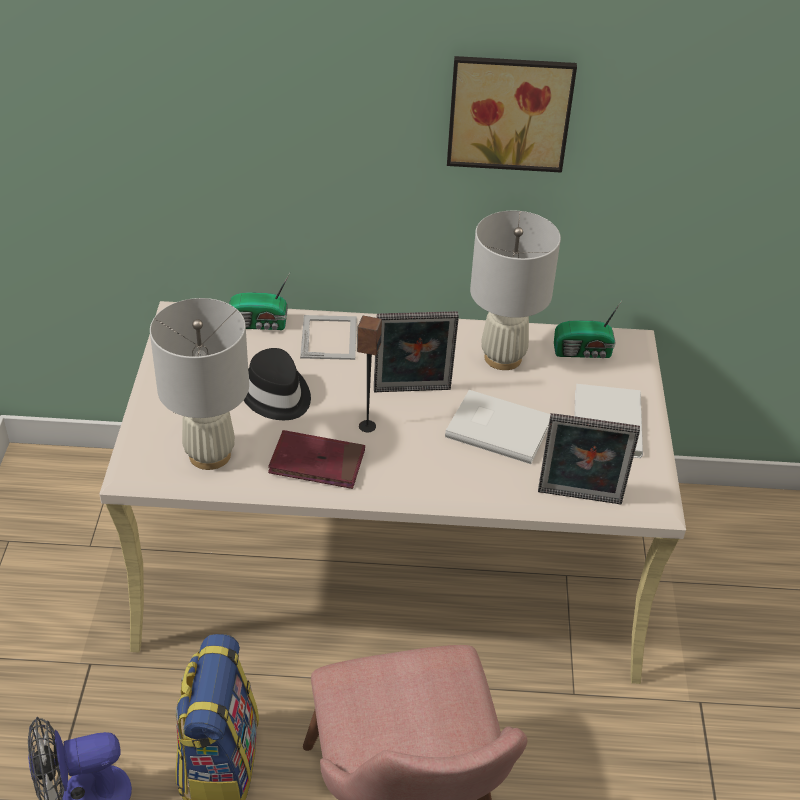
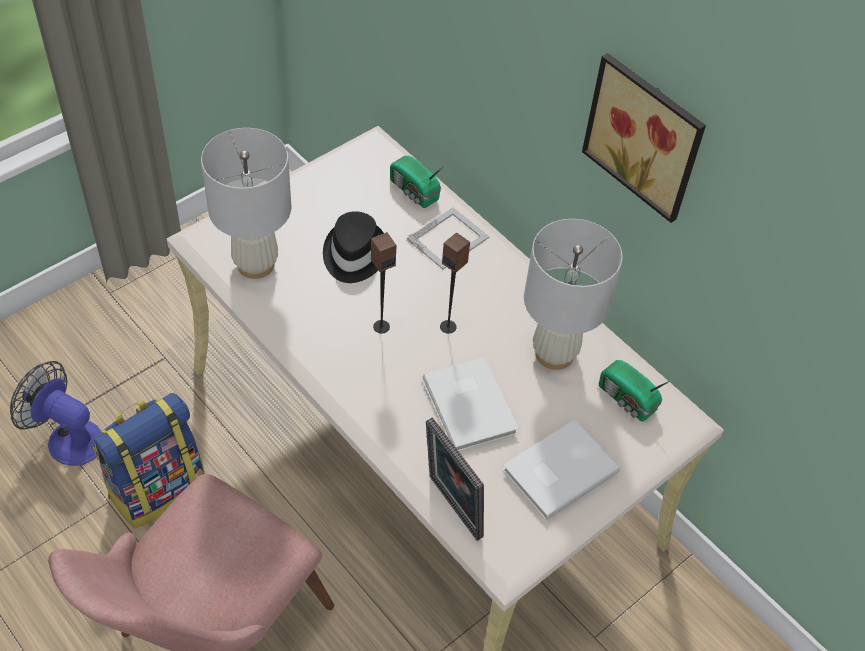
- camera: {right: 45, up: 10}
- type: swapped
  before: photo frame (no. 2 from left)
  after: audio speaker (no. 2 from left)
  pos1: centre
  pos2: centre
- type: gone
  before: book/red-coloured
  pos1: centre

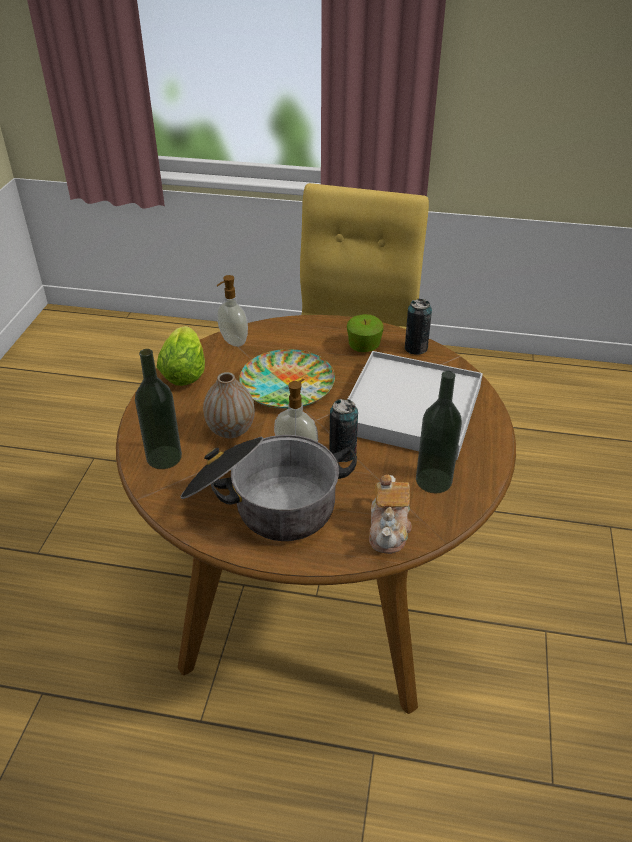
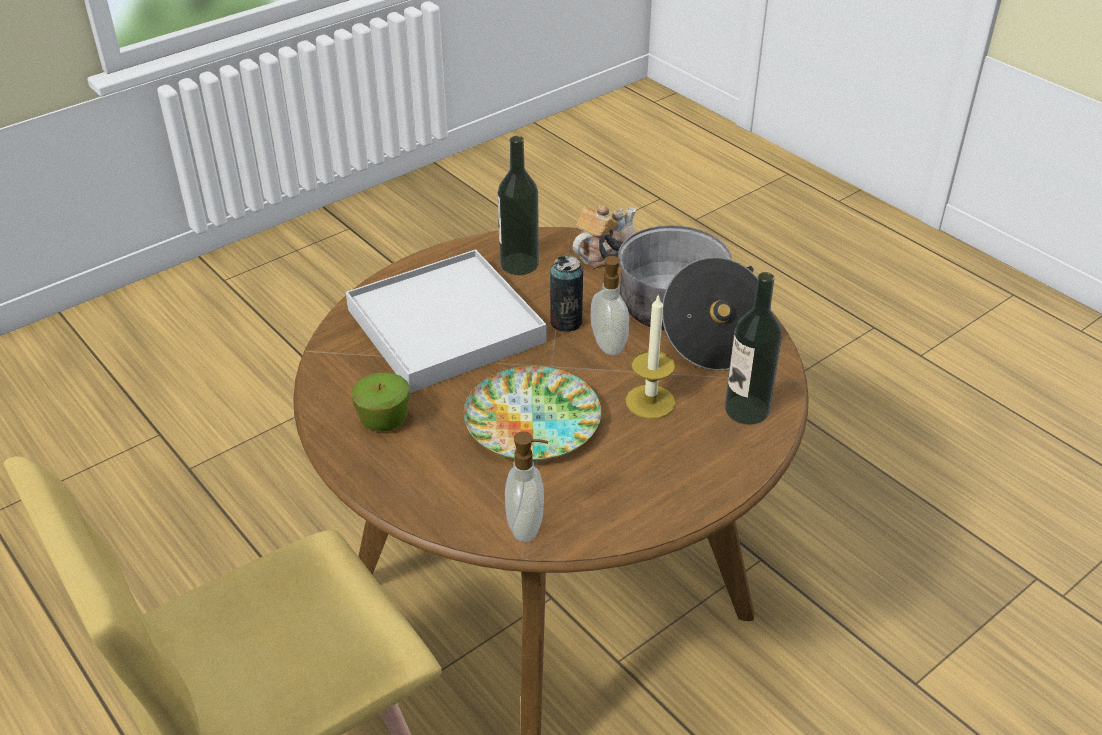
- camera: {right: -140, up: 0}
- type: gone
  before: sealed can (no. 2 from left)
  pos1: centre
- type: gone
  before: head of lettuce
  pos1: middle left
- type: swapped
  before: vase
  after: wax light
  pos1: centre
  pos2: centre

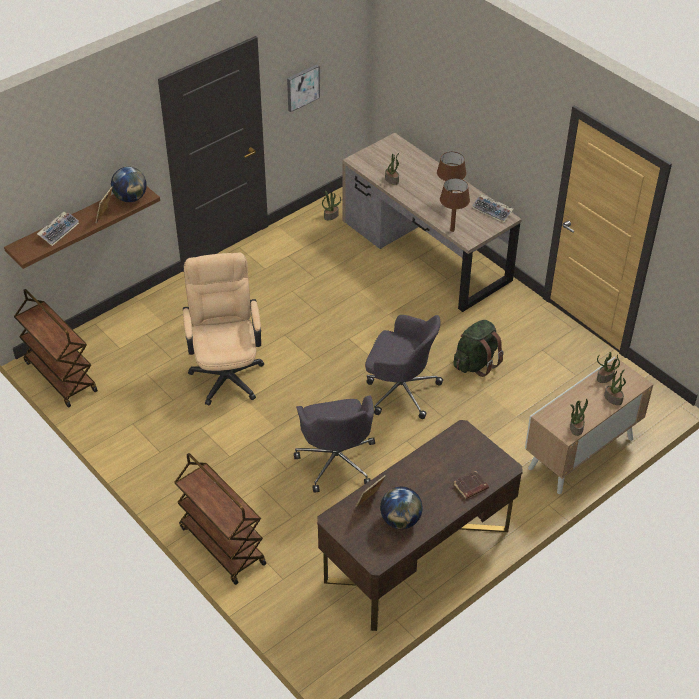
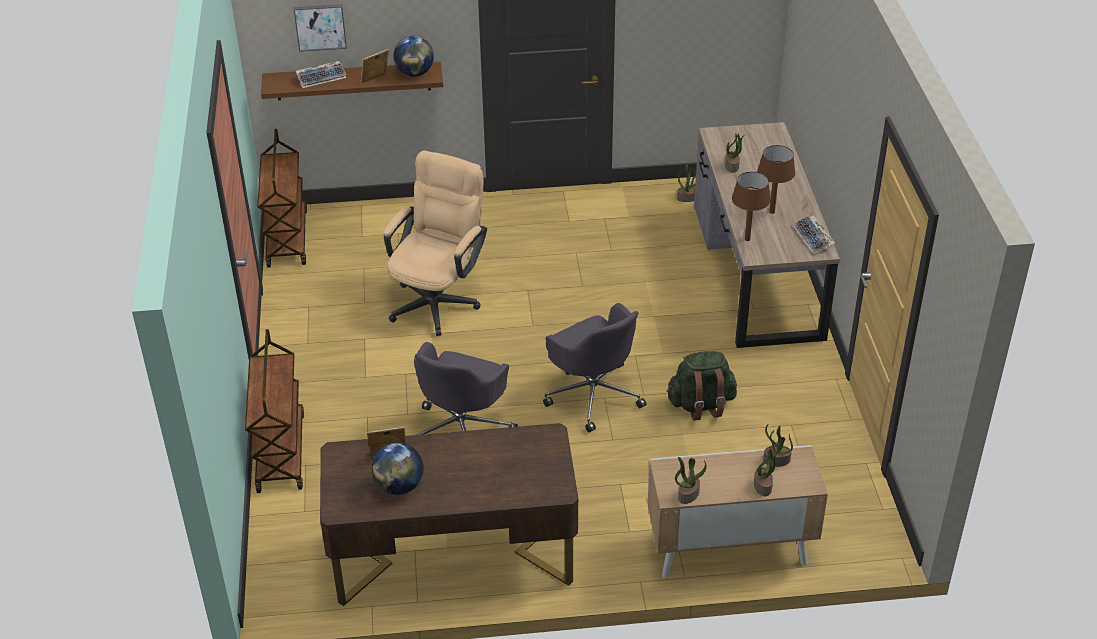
- camera: {right: 35, up: -5}
- type: shifted
  before: wall art
  pos1: top centre
  pos2: top left
- type: gone
  before: book/brown-coloured
  pos1: bottom right

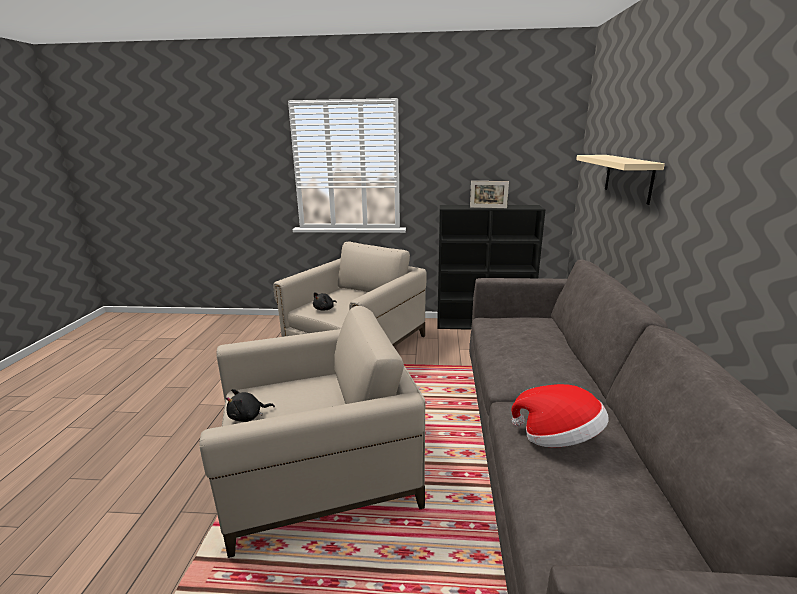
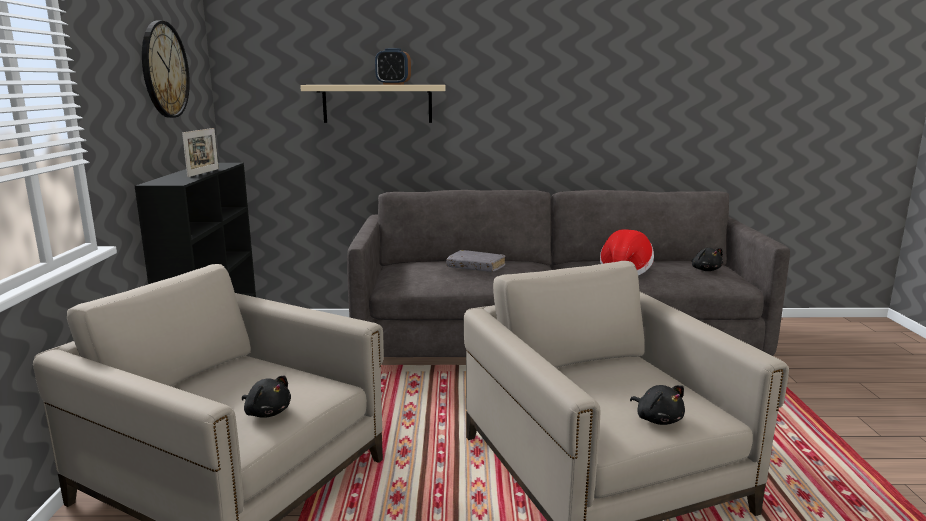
- camera: {right: -95, up: -5}
- type: new
  after: wall clock
  pos2: top left
- type: new
  after: bedside clock
  pos2: top centre
- type: new
  after: soft toy/blackish (no. 3 from left)
  pos2: middle right
- type: new
  after: book/greyish
  pos2: centre

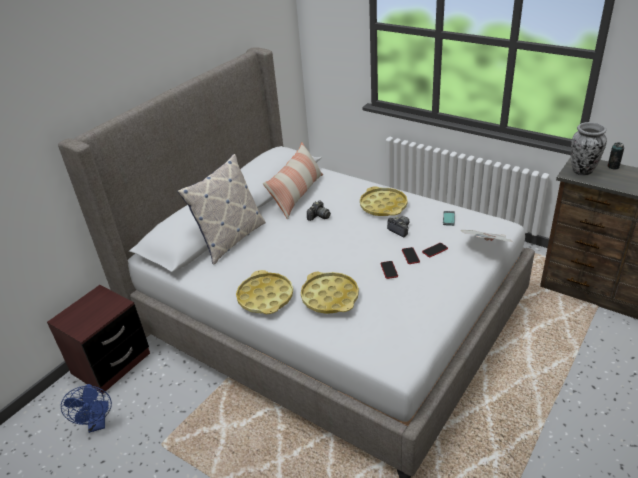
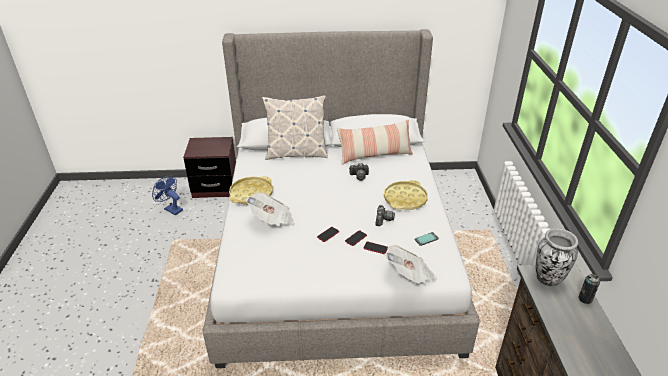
- camera: {right: 50, up: 0}
- type: swapped
  before: tray/yellowish (no. 2 from left)
  after: newspaper (no. 1 from left)
  pos1: centre
  pos2: centre
- type: rotated
  before: cooling fan/bluish
  pos1: bottom left
  pos2: middle left
  turn: 90

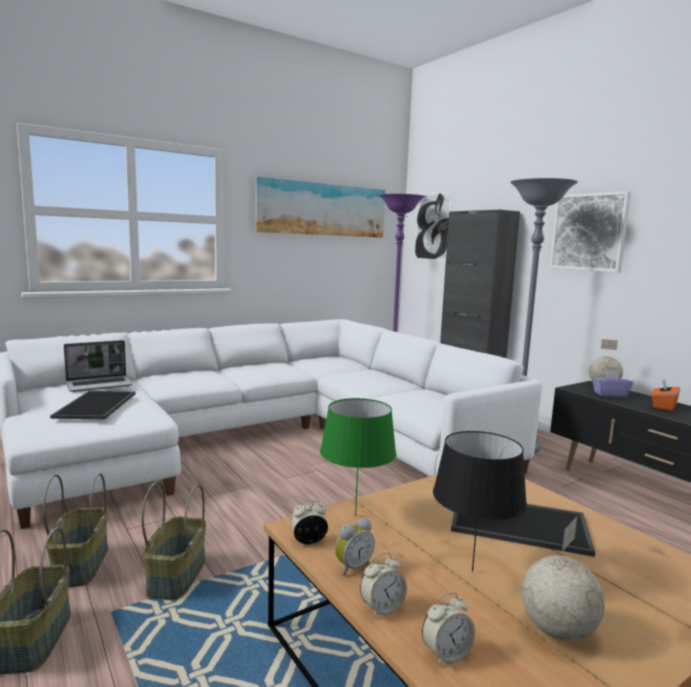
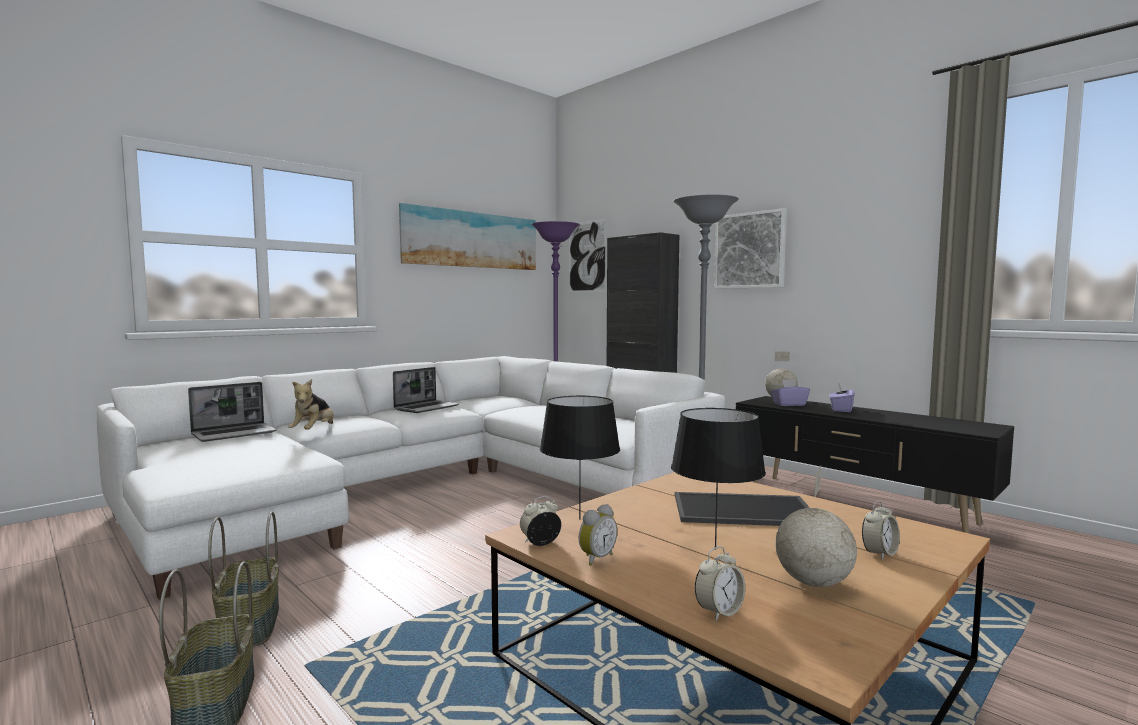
- camera: {right: -10, up: -5}
- type: repainted
  before: tissue holder/orange
  after: tissue holder/purple (no. 2 from left)
  pos1: middle right
  pos2: middle right
- type: gone
  before: tray (no. 1 from left)
  pos1: middle left
- type: repainted
  before: tabletop lamp/green
  after: tabletop lamp/blackish (no. 1 from left)
  pos1: centre
  pos2: centre
- type: gone
  before: storage basket (no. 3 from left)
  pos1: bottom left
- type: shifted
  before: bedside clock (no. 3 from left in the first image)
  after: bedside clock (no. 4 from left)
  pos1: bottom centre
  pos2: bottom right
- type: new
  after: portable computer (no. 2 from left)
  pos2: centre
- type: new
  after: soft toy
  pos2: middle left

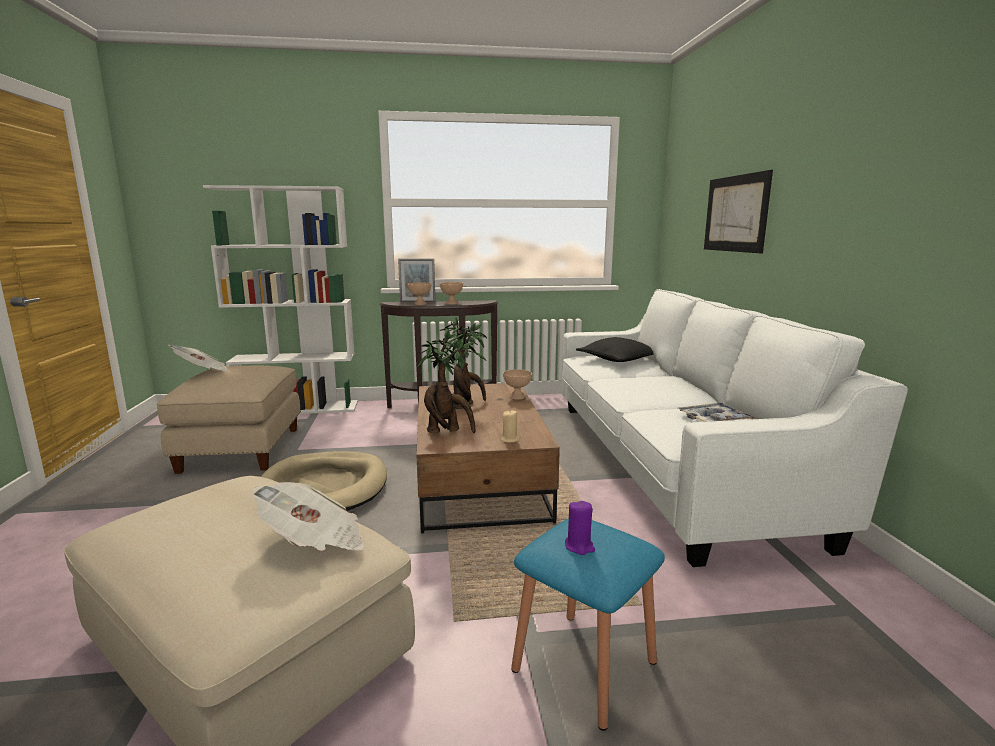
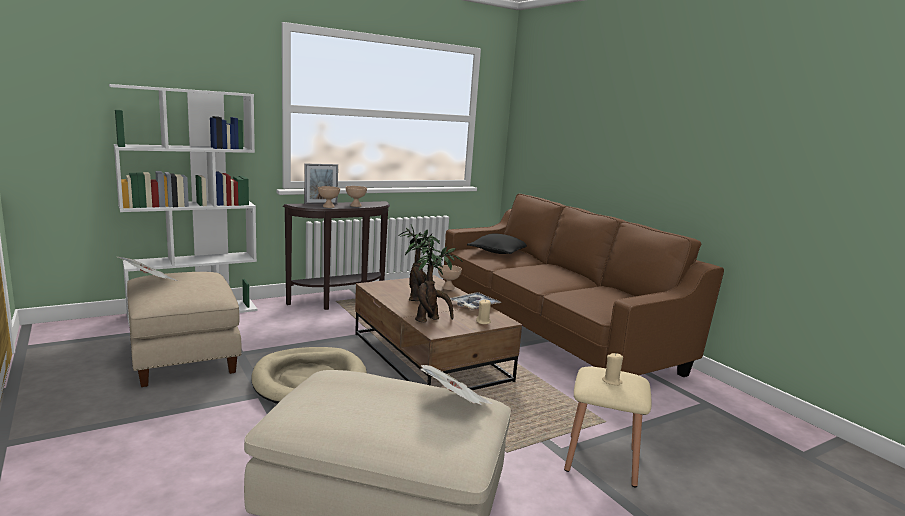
- camera: {right: -25, up: 0}
- type: gone
  before: wall art
  pos1: top right
- type: repainted
  before: settee/whitish
  after: settee/brown-coloured
  pos1: middle right
  pos2: centre
- type: shifted
  before: tray
  pos1: middle right
  pos2: centre
- type: repainted
  before: wax light/purple
  after: wax light/beige-coloured (no. 2 from left)
  pos1: bottom centre
  pos2: bottom right
- type: repainted
  before: sitting stool/bluish
  after: sitting stool/beige-coloured
  pos1: bottom centre
  pos2: bottom right

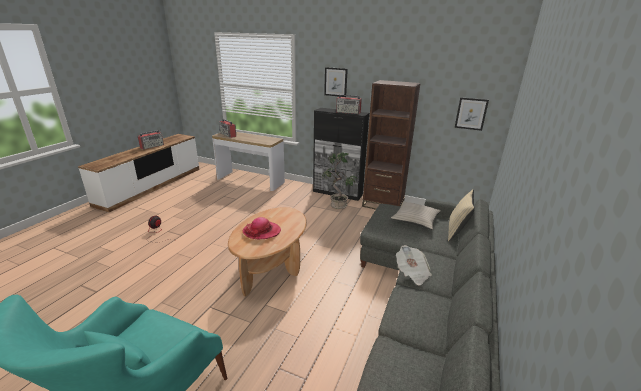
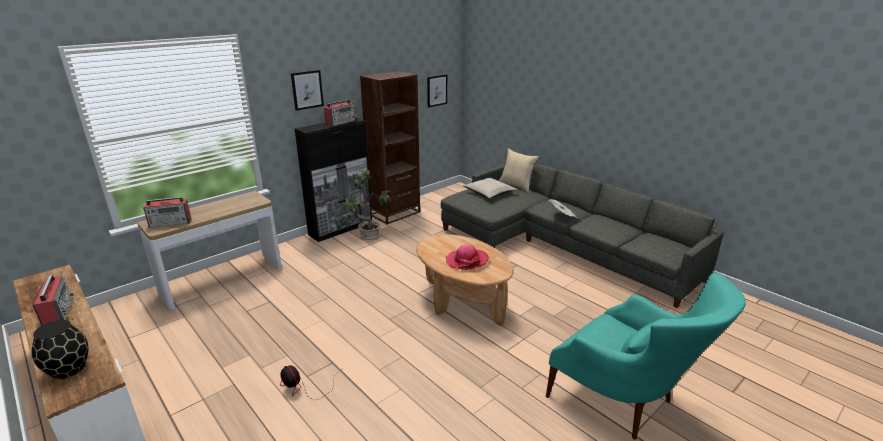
- camera: {right: -65, up: 0}
- type: new
  after: vase/blackish
  pos2: bottom left

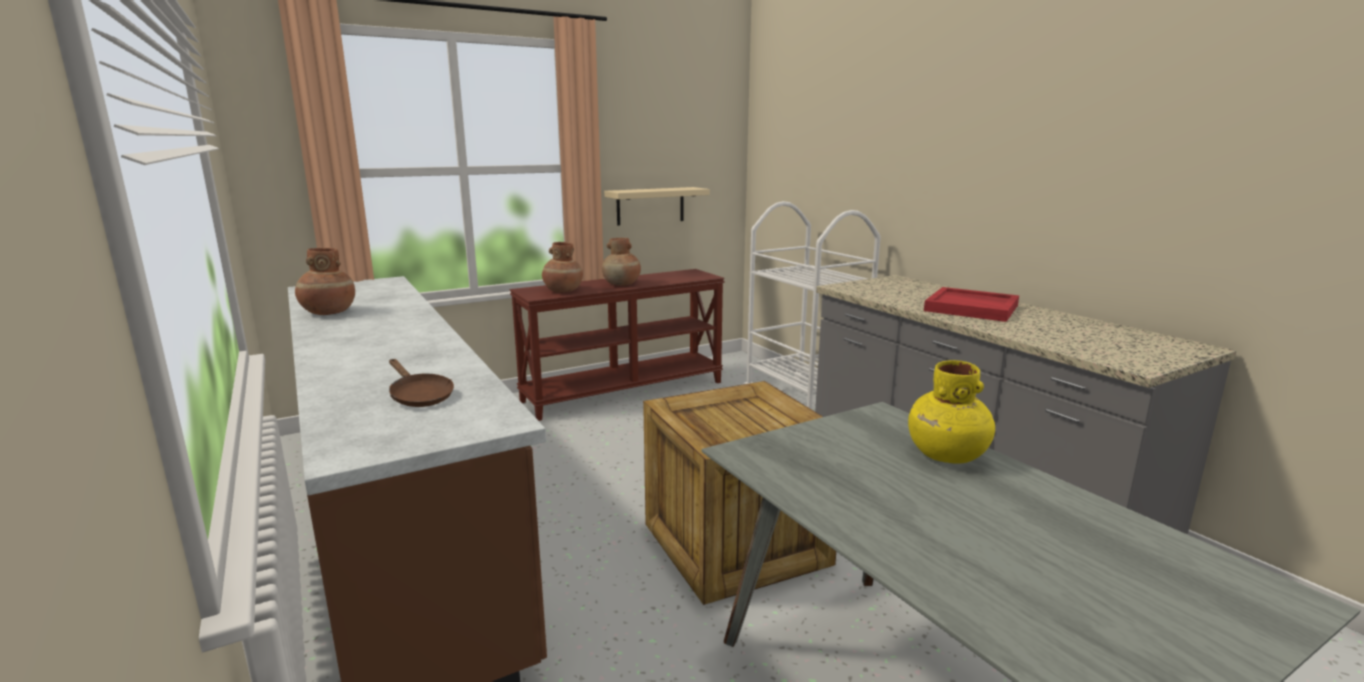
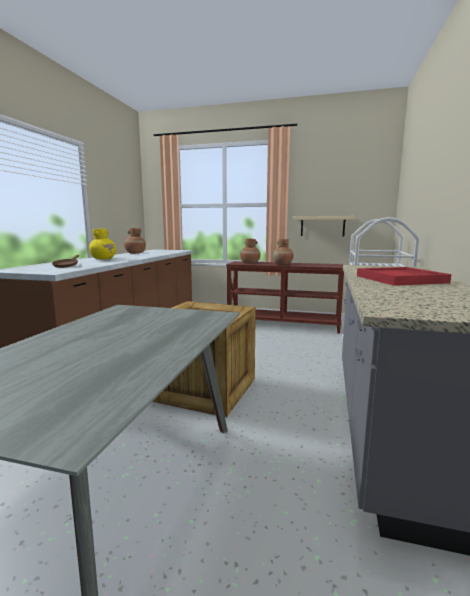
- camera: {right: 45, up: -5}
- type: shifted
  before: vase/yellowish
  pos1: middle right
  pos2: middle left

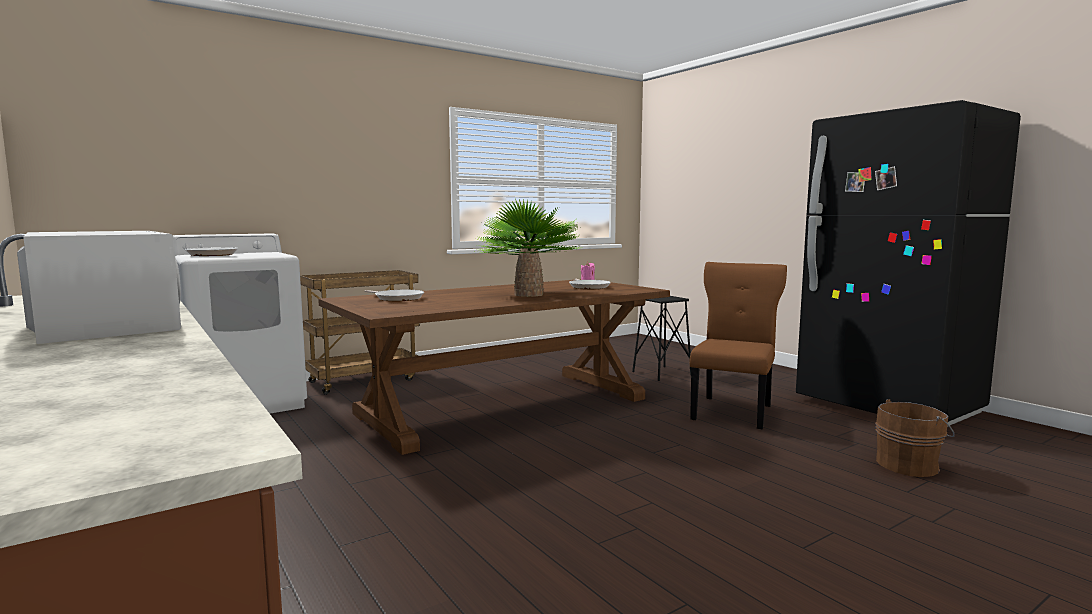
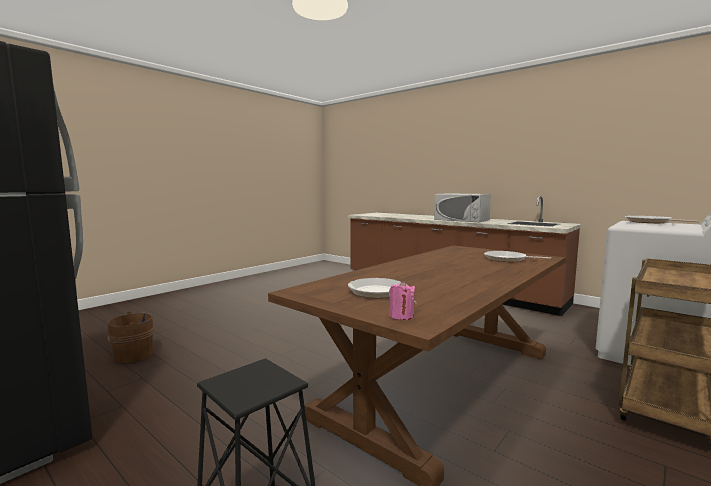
- camera: {right: 165, up: 0}
- type: gone
  before: potted plant
  pos1: centre
- type: gone
  before: chair/brown-coloured
  pos1: middle right

